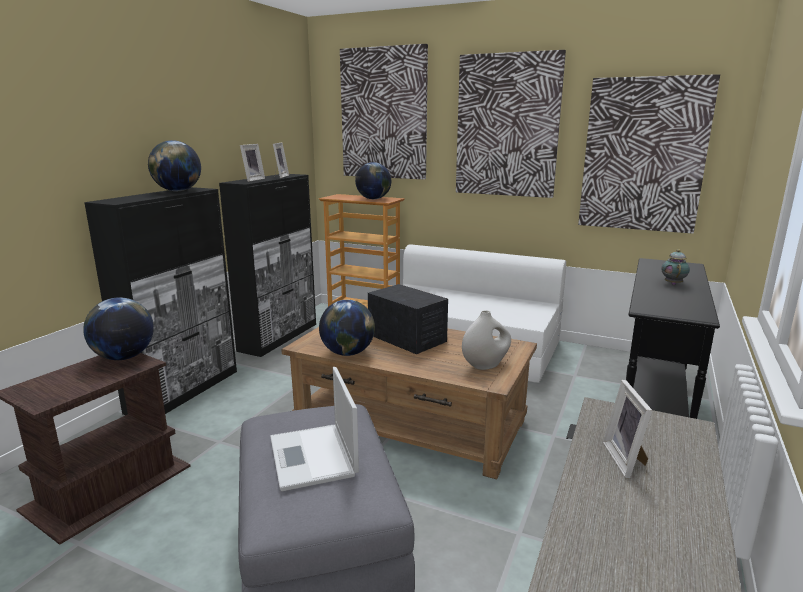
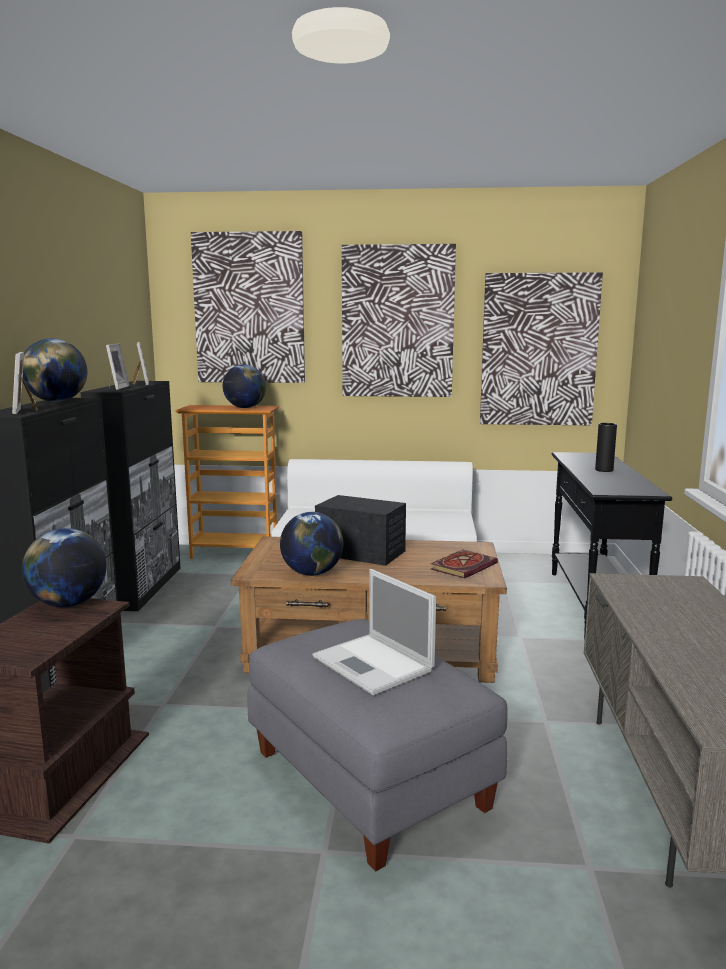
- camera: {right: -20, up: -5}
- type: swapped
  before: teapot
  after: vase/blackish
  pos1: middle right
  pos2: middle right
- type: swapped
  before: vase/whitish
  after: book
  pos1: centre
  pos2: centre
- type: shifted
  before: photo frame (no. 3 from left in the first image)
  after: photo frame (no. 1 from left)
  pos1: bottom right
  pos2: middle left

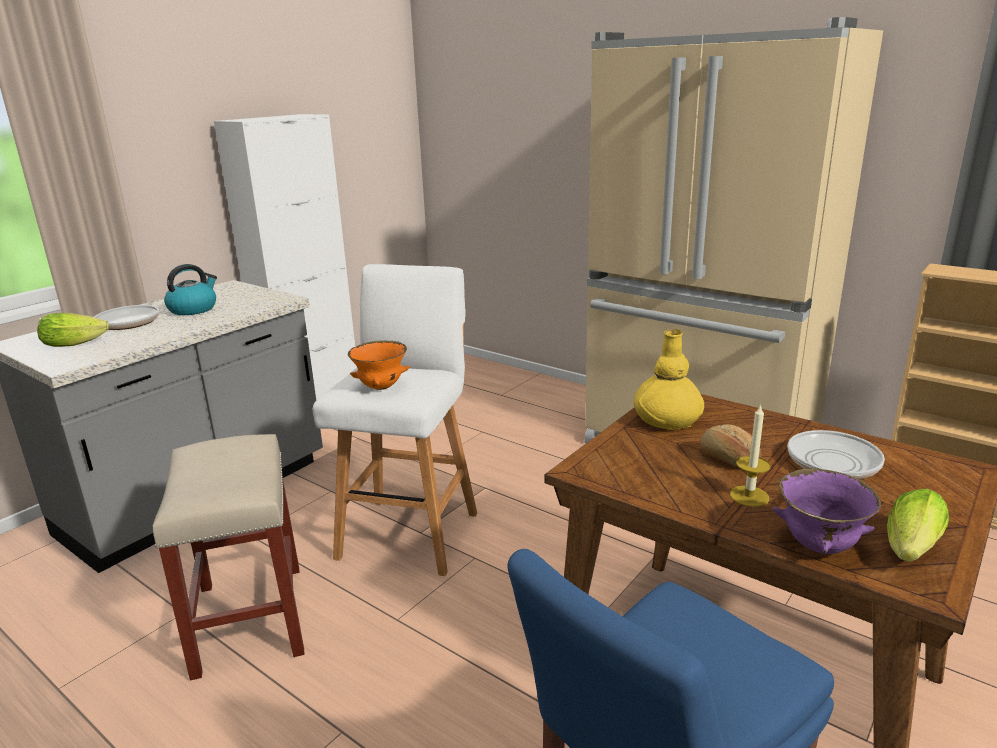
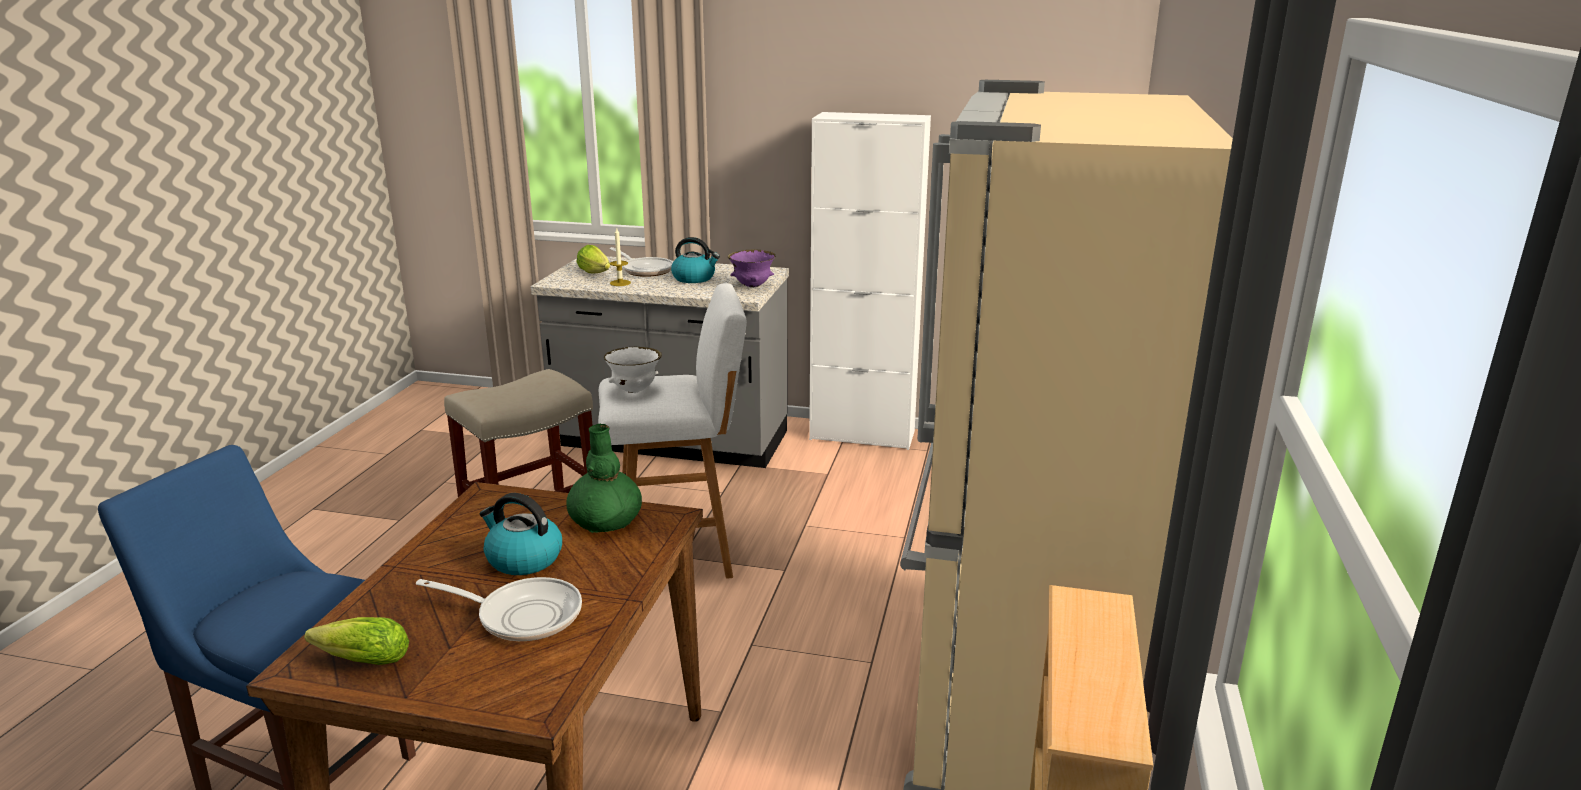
- camera: {right: 65, up: 0}
- type: repainted
  before: vase/yellowish
  after: vase/green
  pos1: middle right
  pos2: centre
- type: repainted
  before: bowl/orange
  after: bowl/whitish
  pos1: centre
  pos2: centre
- type: shifted
  before: wax light
  pos1: middle right
  pos2: top centre
- type: swapped
  before: bread
  after: kettle (no. 1 from left)
  pos1: middle right
  pos2: bottom left
- type: shifted
  before: bowl/purple
  pos1: bottom right
  pos2: centre

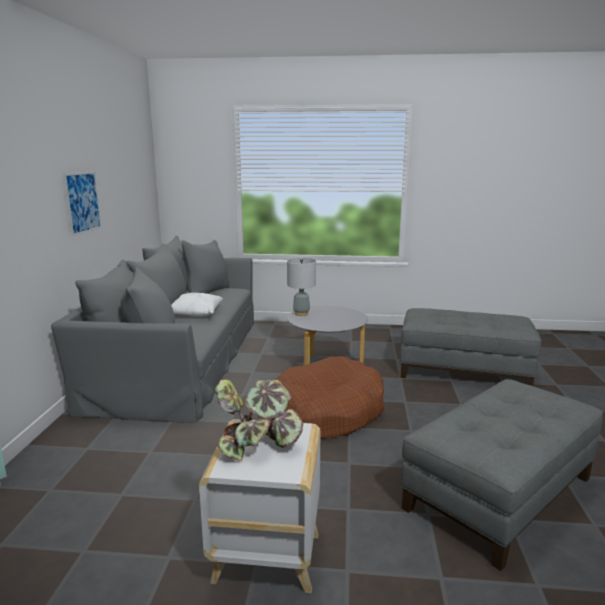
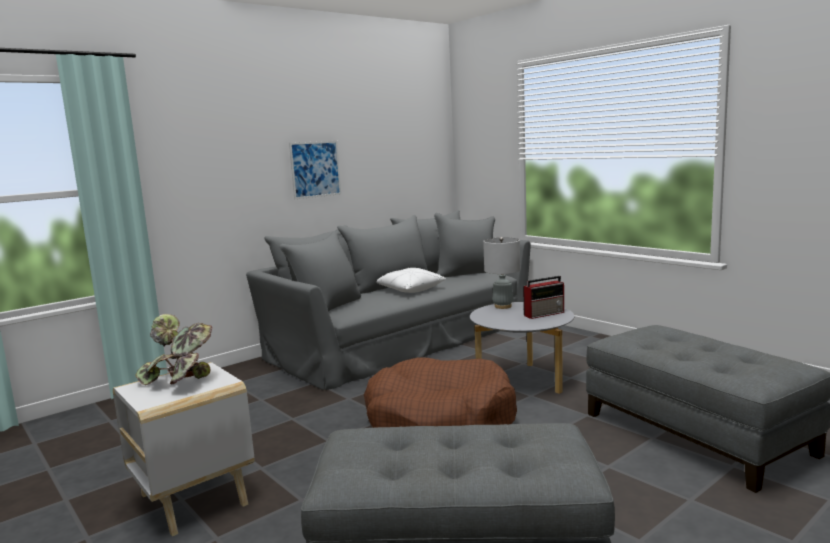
- camera: {right: 45, up: -5}
- type: new
  after: radio
  pos2: centre

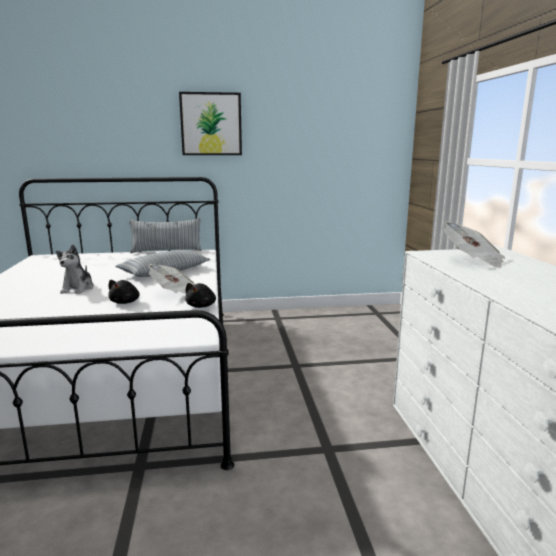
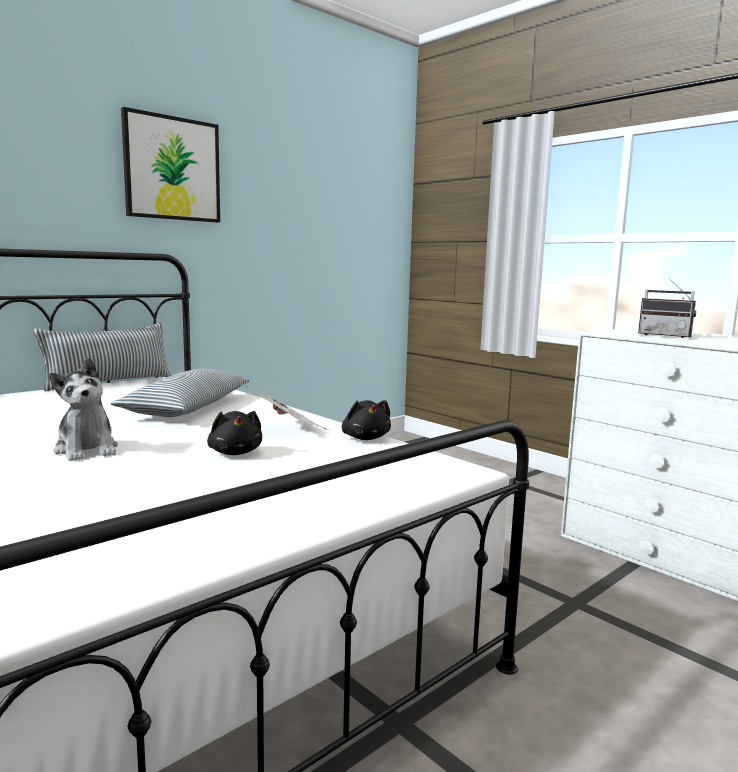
- camera: {right: -35, up: -5}
- type: swapped
  before: newspaper (no. 2 from left)
  after: radio
  pos1: middle right
  pos2: middle right

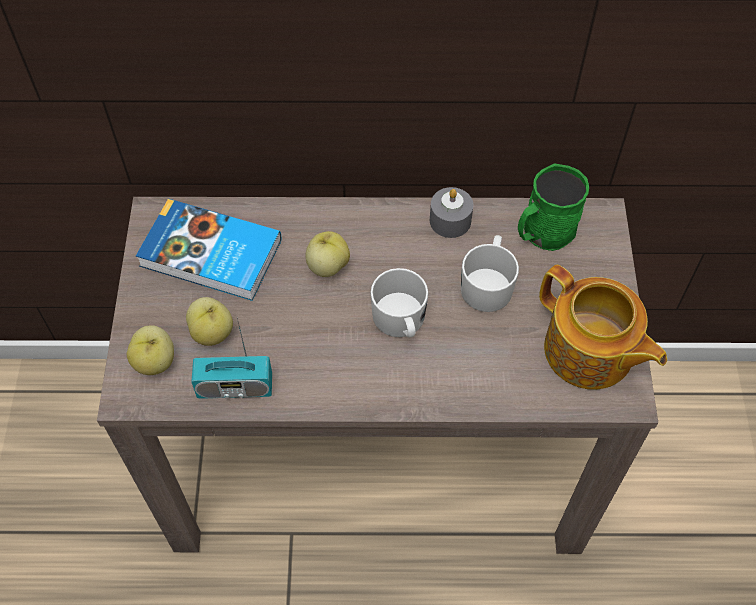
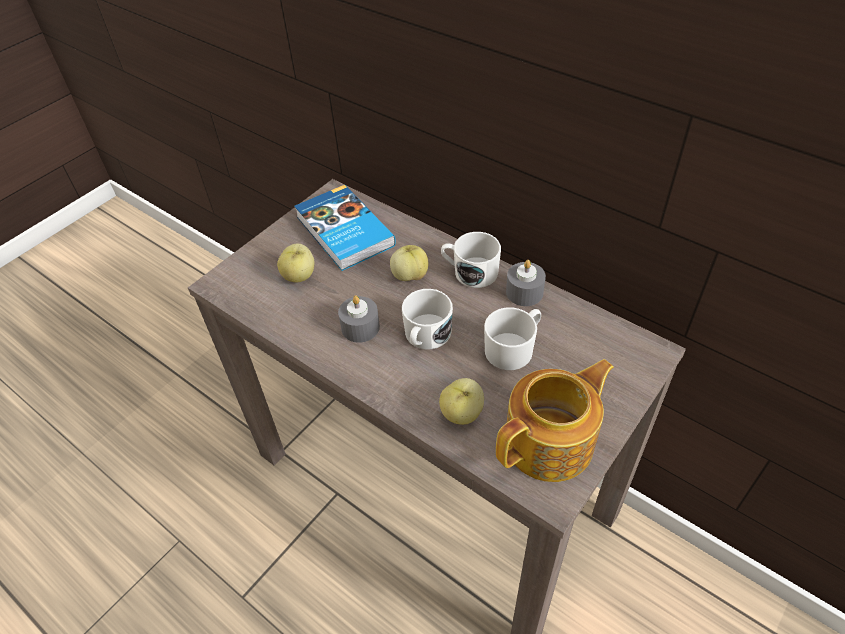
- camera: {right: 40, up: -10}
- type: gone
  before: mug/green
  pos1: middle right
- type: rotated
  before: teapot
  pos1: middle right
  pos2: centre
  turn: -120
- type: gone
  before: radio
  pos1: middle left
- type: shifted
  before: apple fruit (no. 1 from left in the first image)
  after: apple fruit (no. 3 from left)
  pos1: middle left
  pos2: centre
- type: new
  after: mug/whitish (no. 2 from left)
  pos2: centre
- type: new
  after: wax light/greyish (no. 1 from left)
  pos2: centre

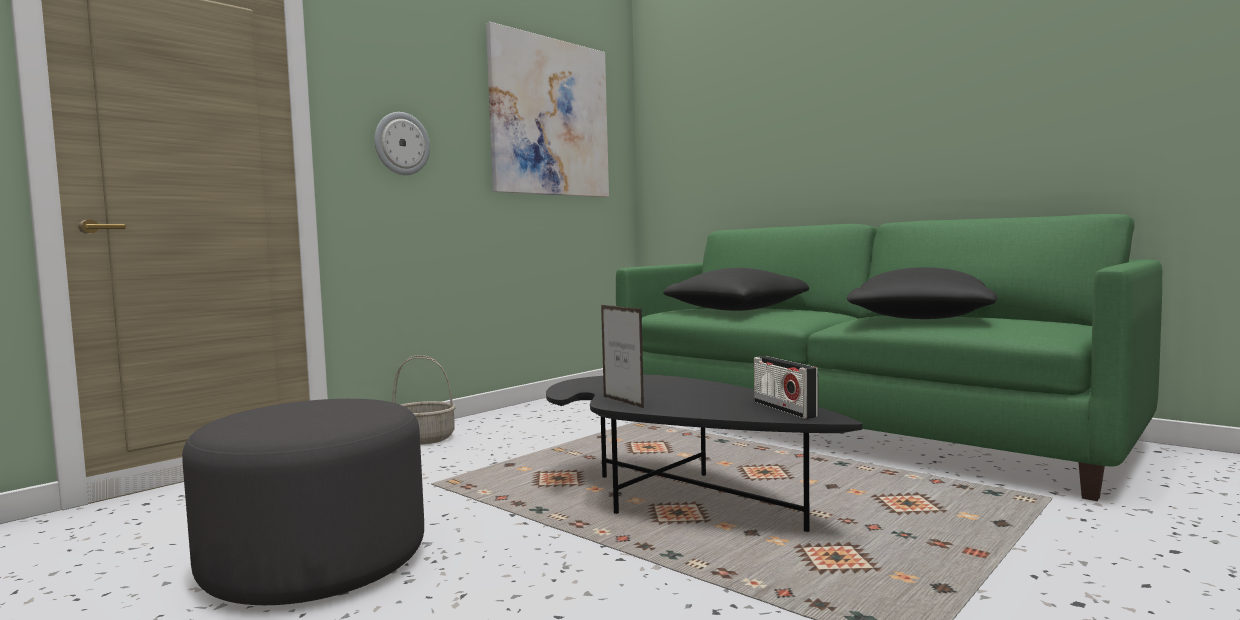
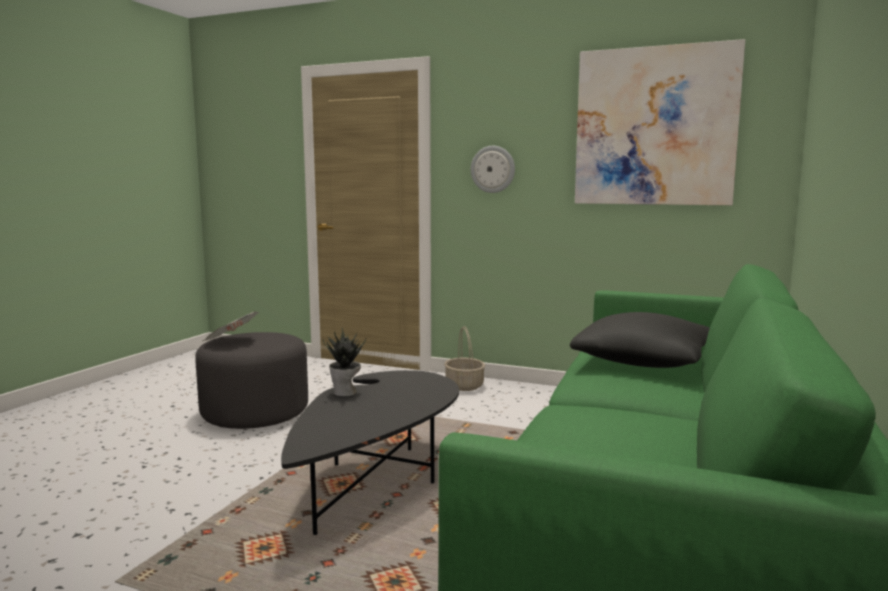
- camera: {right: 70, up: 5}
- type: gone
  before: cushion/blackish (no. 2 from left)
  pos1: middle right
- type: swapped
  before: photo frame
  after: potted plant
  pos1: centre
  pos2: centre
- type: gone
  before: radio
  pos1: centre
- type: new
  after: newspaper
  pos2: middle left

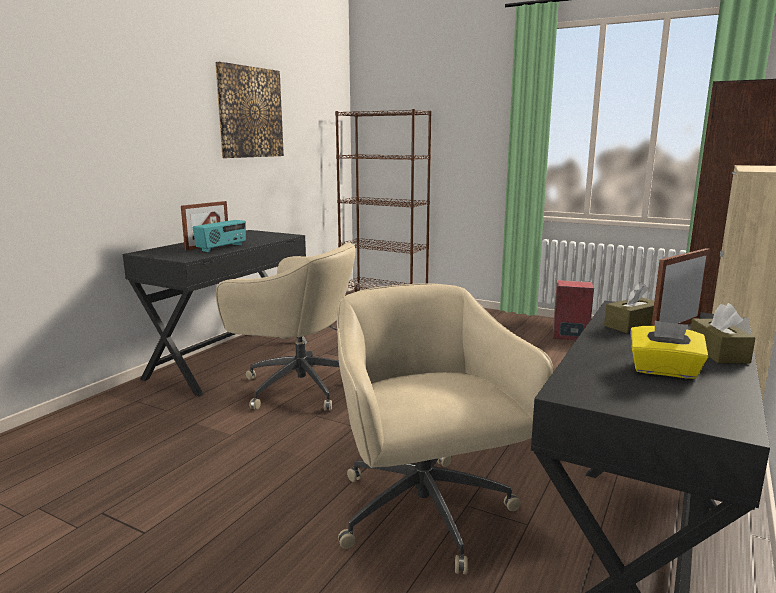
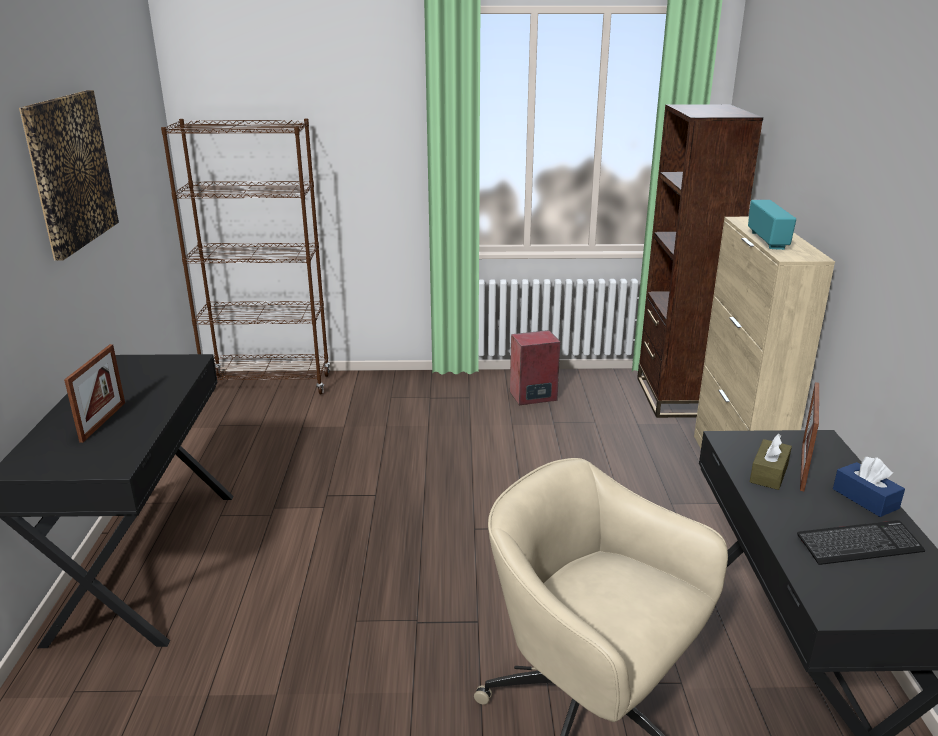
- camera: {right: -30, up: 10}
- type: shifted
  before: radio
  pos1: middle left
  pos2: top right
- type: gone
  before: computer chair/beige-coloured (no. 1 from left)
  pos1: centre
- type: repainted
  before: tissue holder/brown-coloured (no. 2 from left)
  after: tissue holder/bluish
  pos1: middle right
  pos2: middle right
- type: swapped
  before: tissue holder/yellowish
  after: computer keyboard
  pos1: middle right
  pos2: bottom right

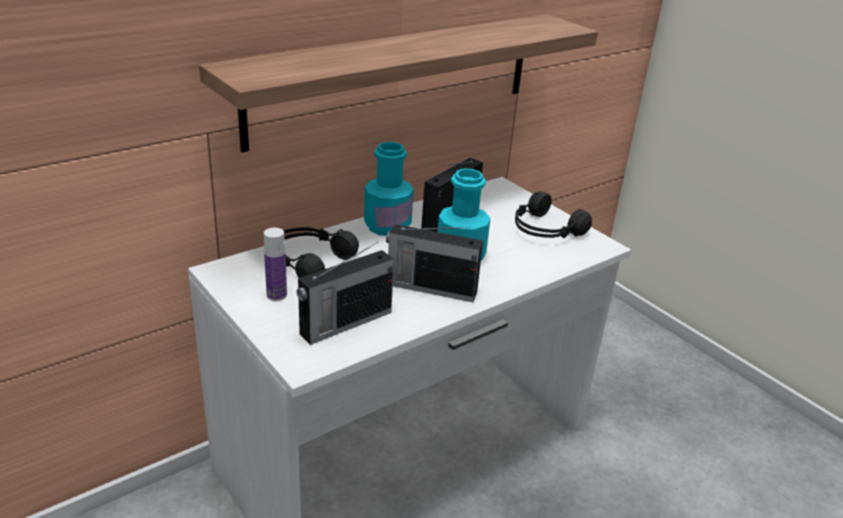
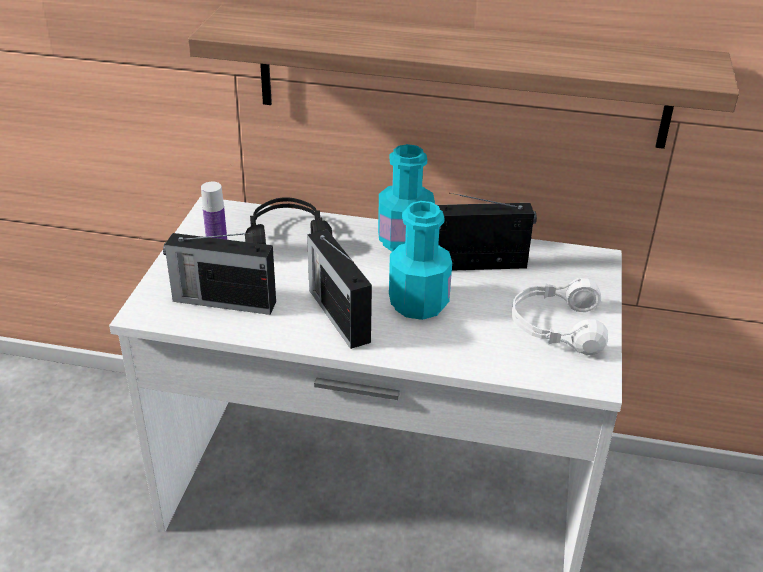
- camera: {right: 50, up: 5}
- type: repainted
  before: headset/blackish (no. 2 from left)
  after: headset/whitish
  pos1: centre
  pos2: middle right

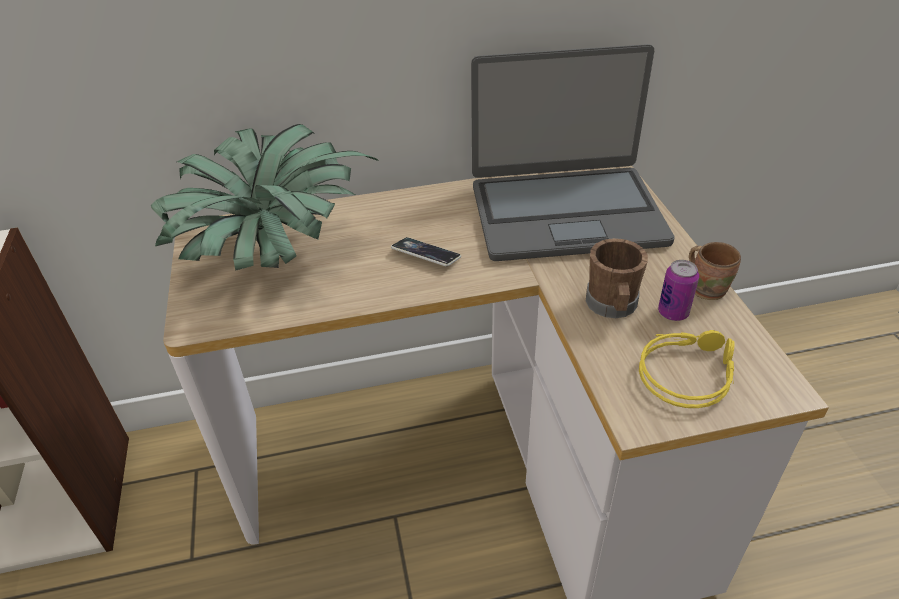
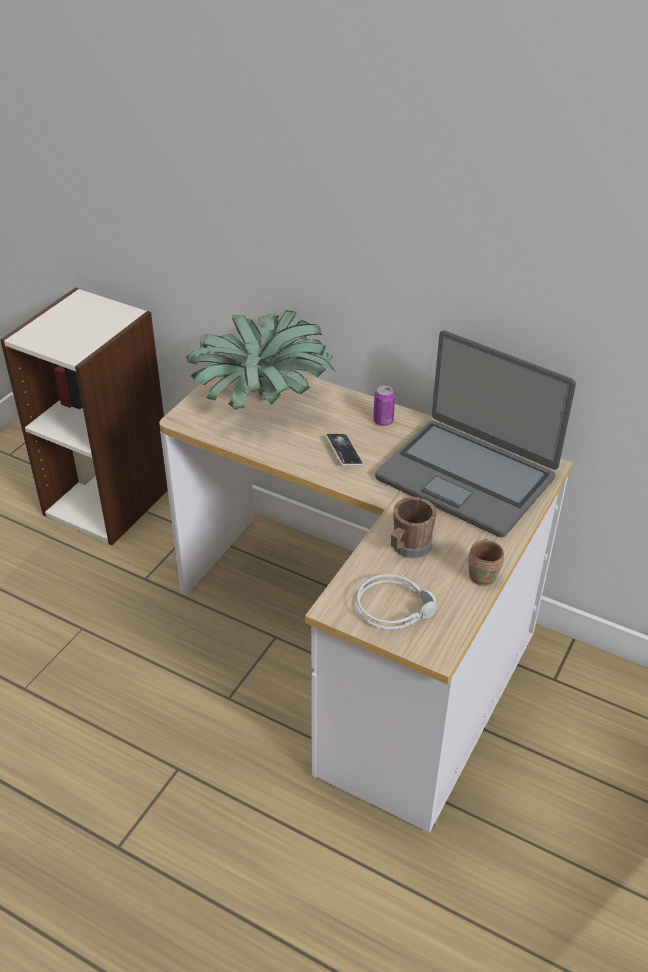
- camera: {right: 40, up: 0}
- type: shifted
  before: sealed can
  pos1: middle right
  pos2: centre
- type: repainted
  before: headset/yellowish
  after: headset/greyish
  pos1: middle right
  pos2: centre

